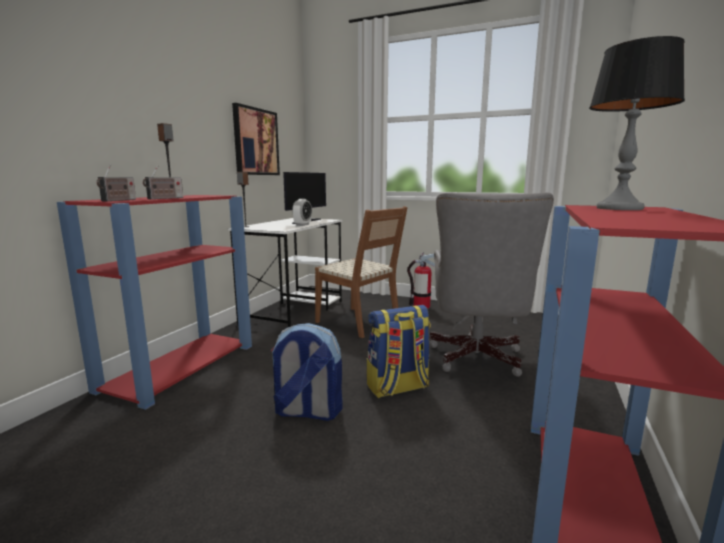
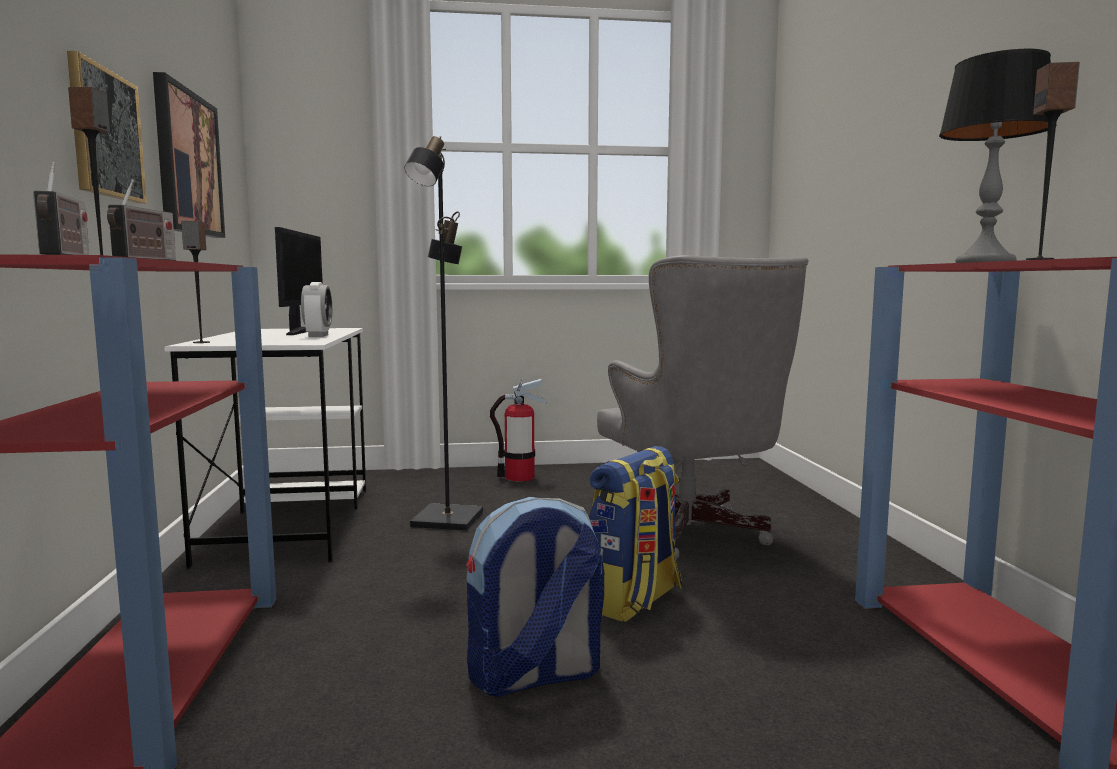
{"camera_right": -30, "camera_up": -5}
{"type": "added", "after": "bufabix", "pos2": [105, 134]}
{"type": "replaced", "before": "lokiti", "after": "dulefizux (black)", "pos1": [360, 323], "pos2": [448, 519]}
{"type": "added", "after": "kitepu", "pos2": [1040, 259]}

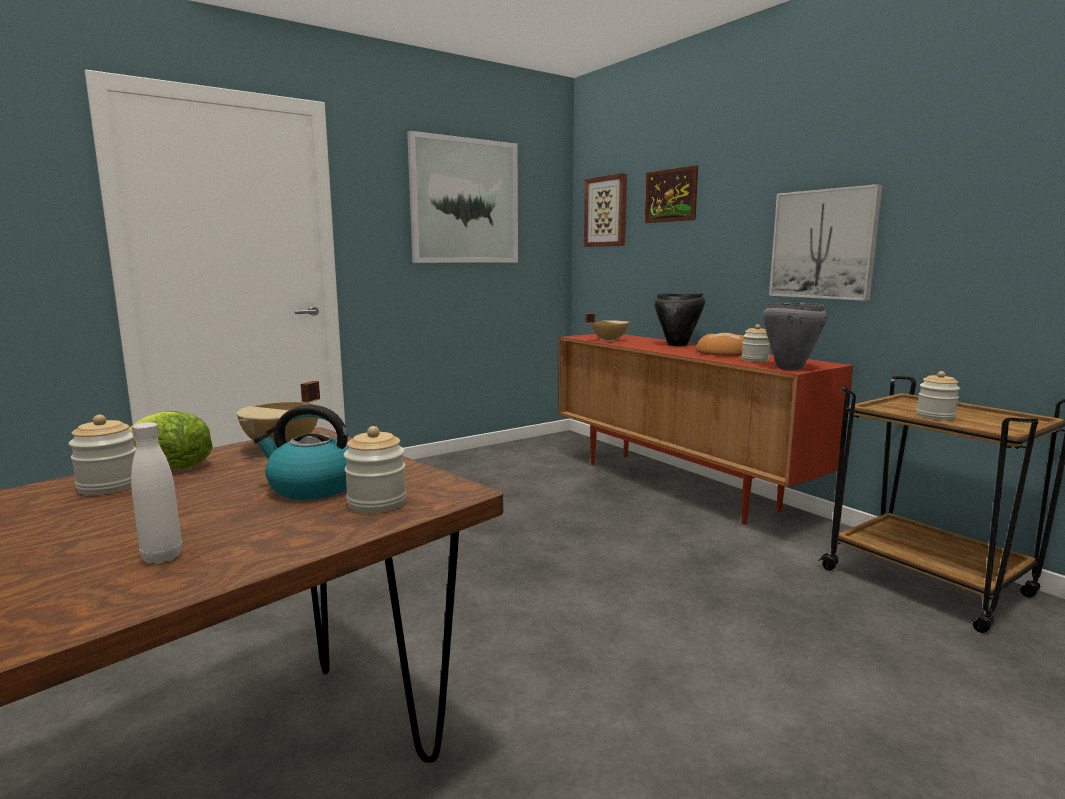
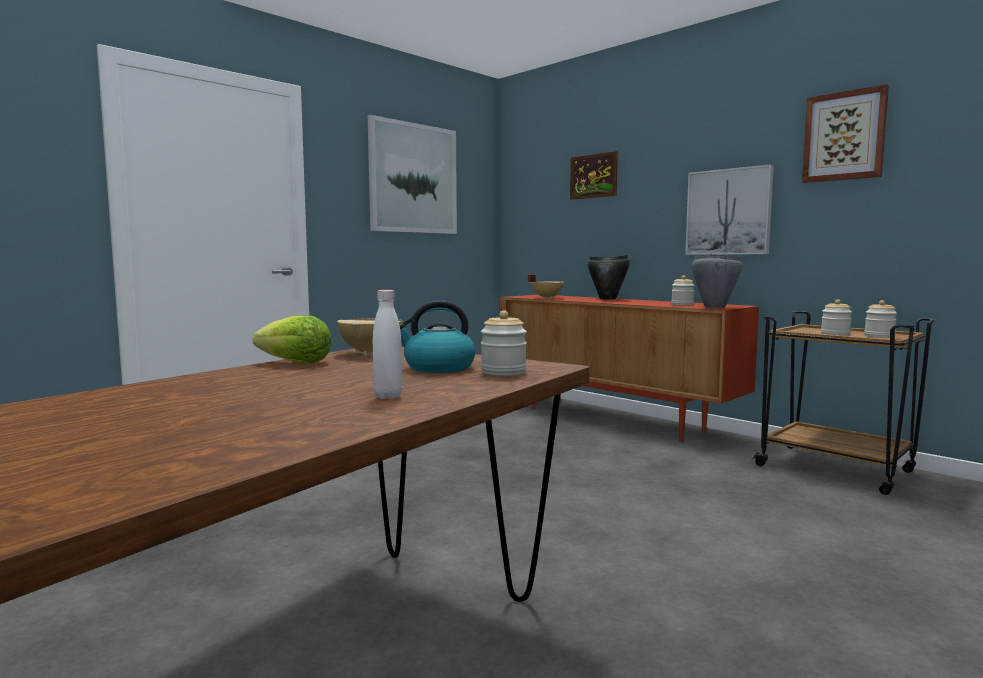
{"camera_right": -10, "camera_up": -5}
{"type": "moved", "before": "bufabix", "pos1": [606, 211], "pos2": [844, 136]}
{"type": "moved", "before": "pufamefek", "pos1": [109, 486], "pos2": [879, 336]}
{"type": "removed", "before": "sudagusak", "pos1": [723, 352]}

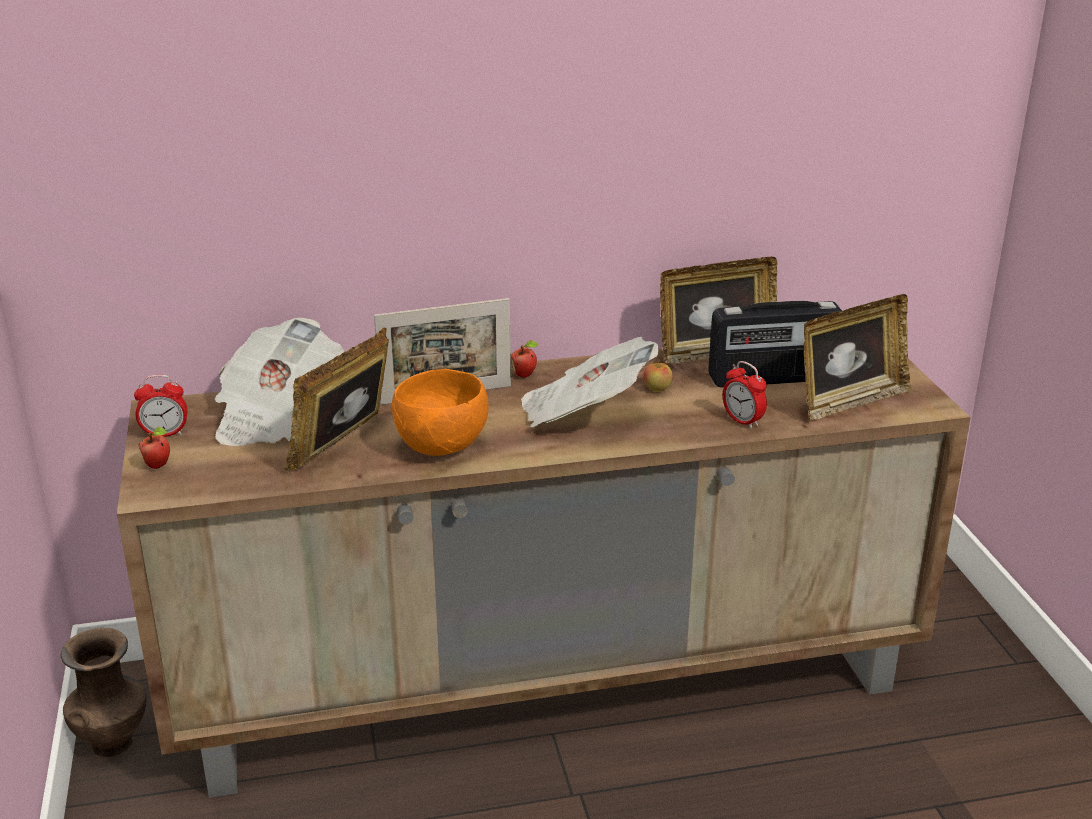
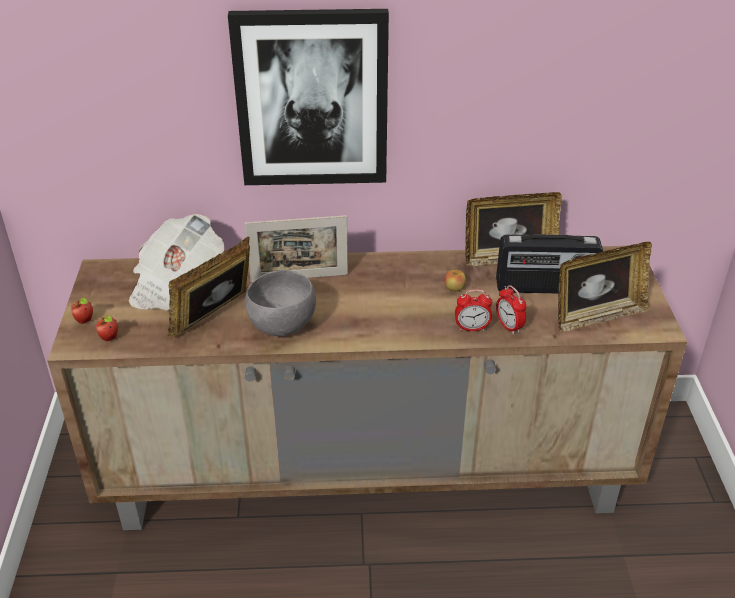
{"camera_right": 10, "camera_up": 10}
{"type": "moved", "before": "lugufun", "pos1": [525, 375], "pos2": [110, 338]}
{"type": "added", "after": "bufabix", "pos2": [312, 99]}
{"type": "recoloured", "before": "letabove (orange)", "after": "letabove (grey)", "pos1": [443, 447], "pos2": [283, 326]}
{"type": "moved", "before": "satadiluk", "pos1": [165, 434], "pos2": [471, 328]}
{"type": "removed", "before": "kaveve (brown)", "pos1": [113, 742]}
{"type": "removed", "before": "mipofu", "pos1": [584, 414]}

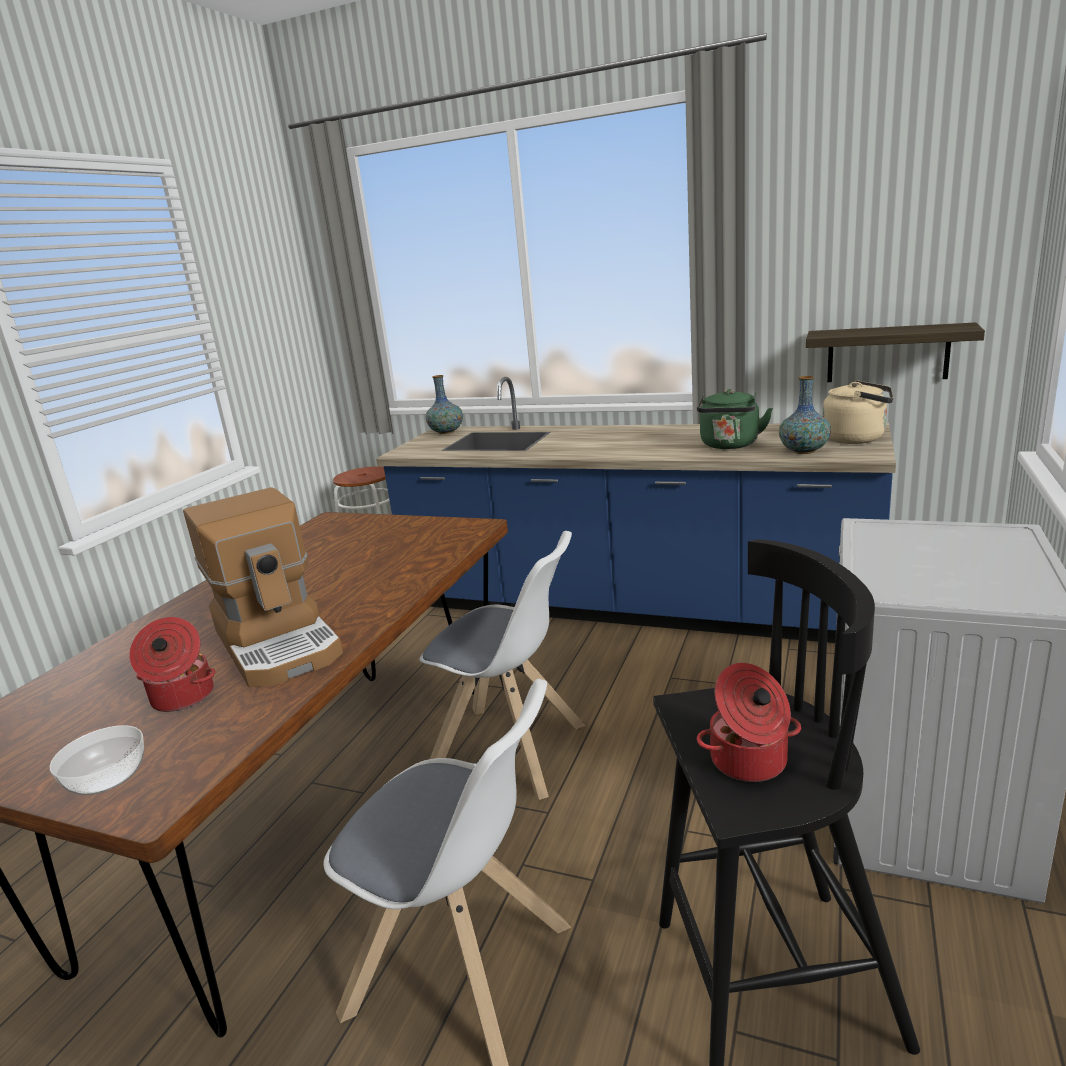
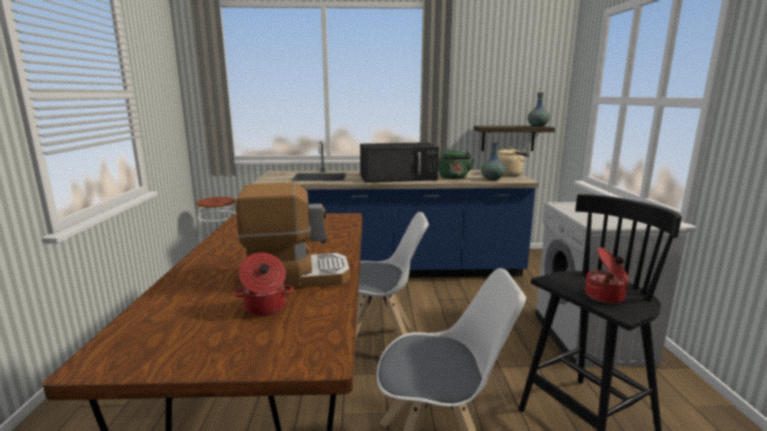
{"camera_right": -25, "camera_up": -5}
{"type": "turned", "before": "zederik", "pos1": [280, 642], "pos2": [296, 275], "turn": -45}
{"type": "added", "after": "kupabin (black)", "pos2": [399, 177]}
{"type": "moved", "before": "kaveve", "pos1": [446, 432], "pos2": [537, 126]}
{"type": "removed", "before": "letabove", "pos1": [108, 776]}

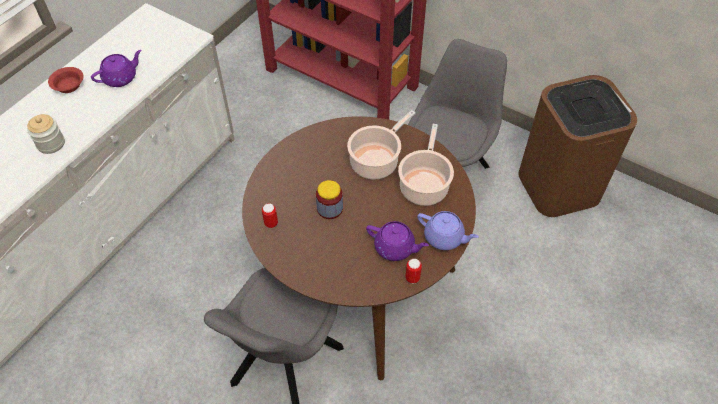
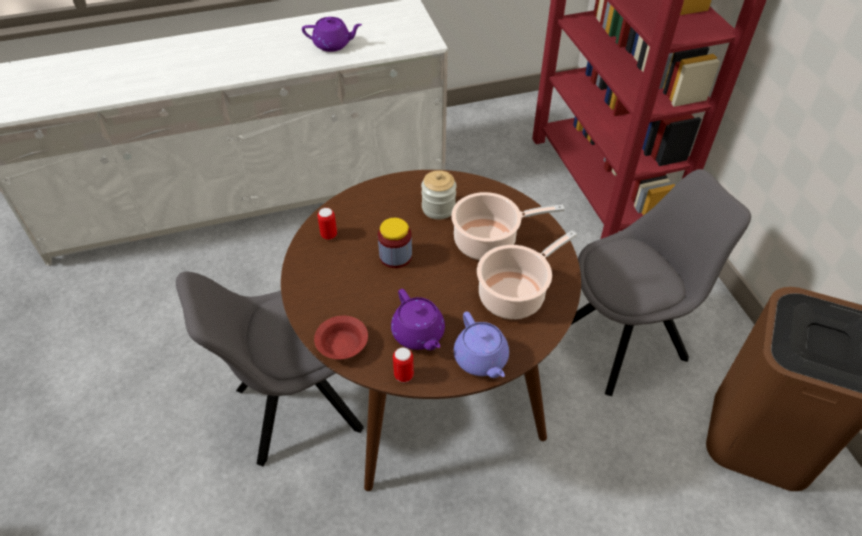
{"camera_right": 40, "camera_up": -5}
{"type": "moved", "before": "letabove (red)", "pos1": [69, 85], "pos2": [343, 346]}
{"type": "moved", "before": "pufamefek", "pos1": [51, 144], "pos2": [438, 208]}

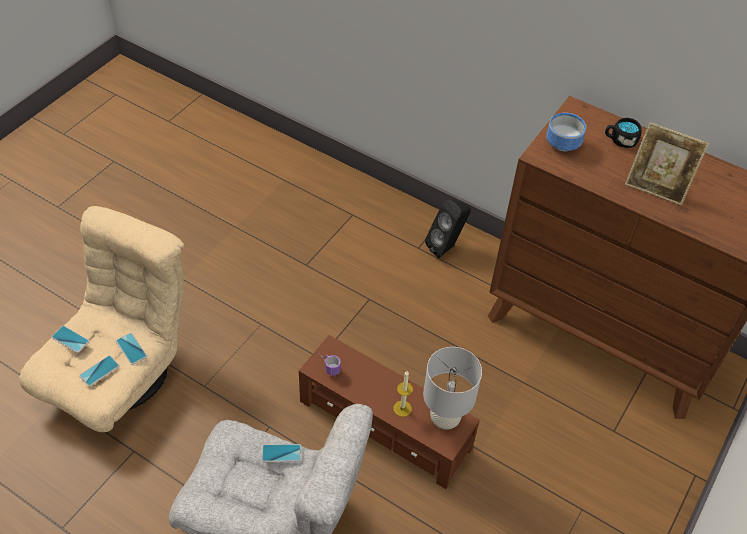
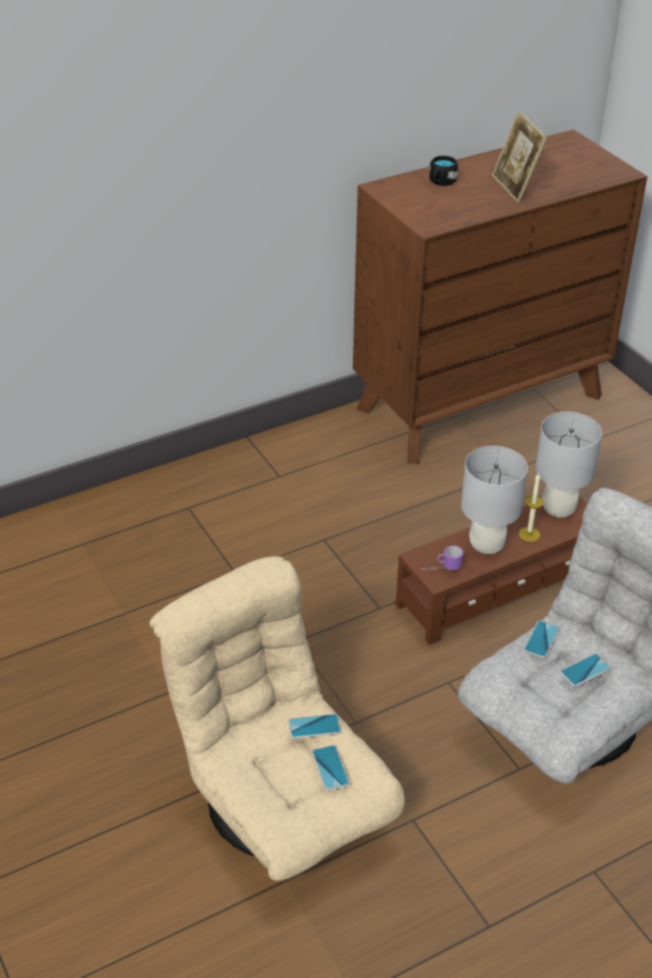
{"camera_right": -60, "camera_up": -10}
{"type": "added", "after": "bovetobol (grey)", "pos2": [487, 547]}
{"type": "turned", "before": "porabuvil", "pos1": [656, 188], "pos2": [515, 188], "turn": 105}
{"type": "moved", "before": "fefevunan", "pos1": [70, 339], "pos2": [585, 670]}
{"type": "removed", "before": "kitepu (black)", "pos1": [446, 247]}
{"type": "removed", "before": "letabove", "pos1": [564, 144]}

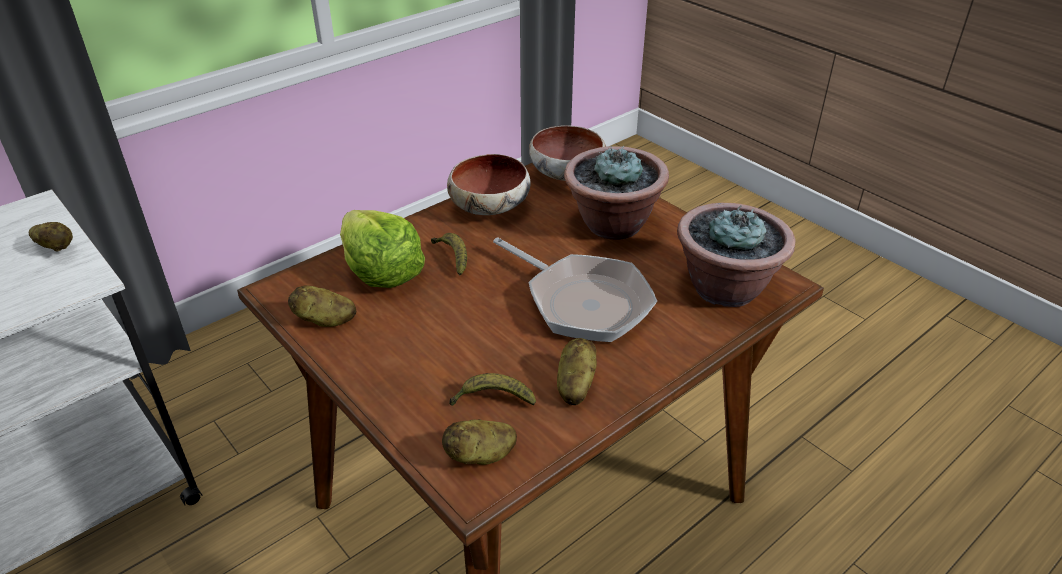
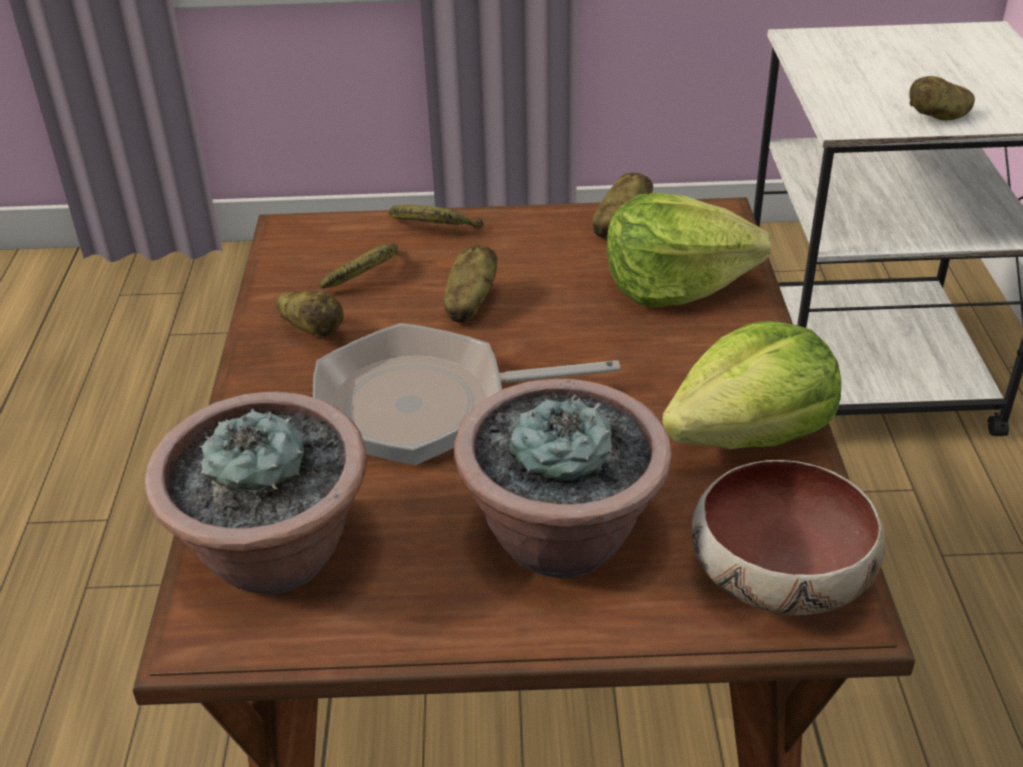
{"camera_right": 130, "camera_up": 0}
{"type": "moved", "before": "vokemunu", "pos1": [453, 258], "pos2": [434, 229]}
{"type": "moved", "before": "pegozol", "pos1": [481, 456], "pos2": [469, 304]}
{"type": "replaced", "before": "letabove", "after": "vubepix", "pos1": [489, 206], "pos2": [751, 434]}

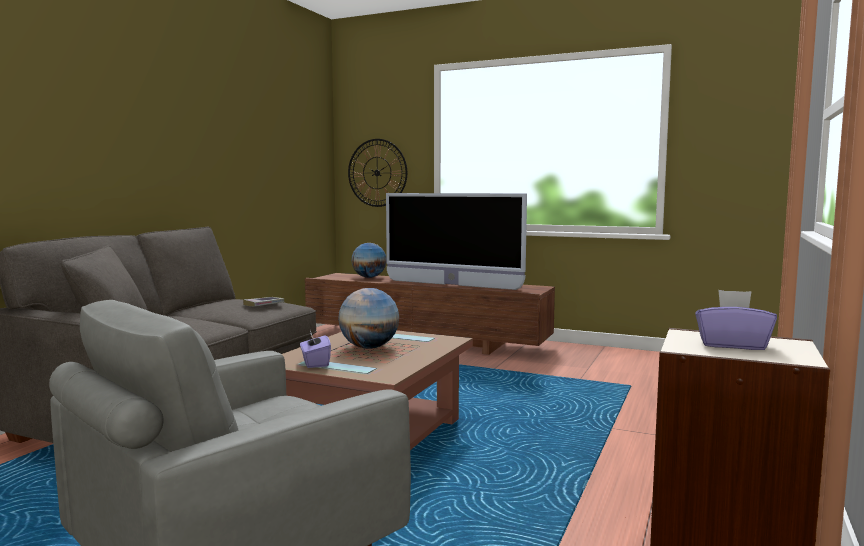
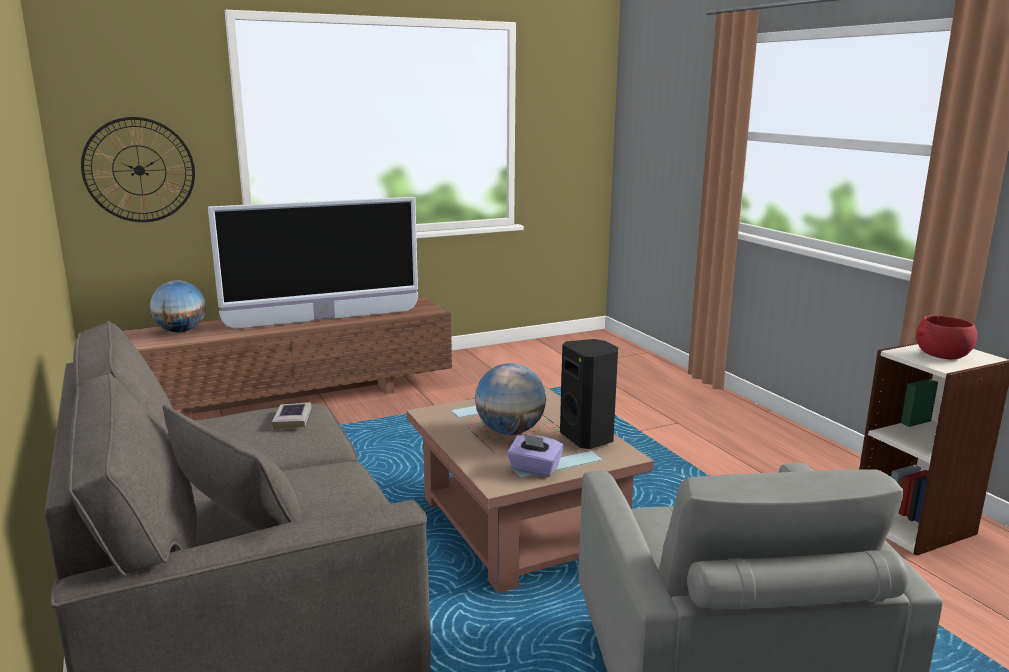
{"camera_right": -50, "camera_up": 10}
{"type": "added", "after": "kitepu (black)", "pos2": [588, 438]}
{"type": "replaced", "before": "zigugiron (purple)", "after": "letabove (red)", "pos1": [732, 344], "pos2": [942, 355]}

